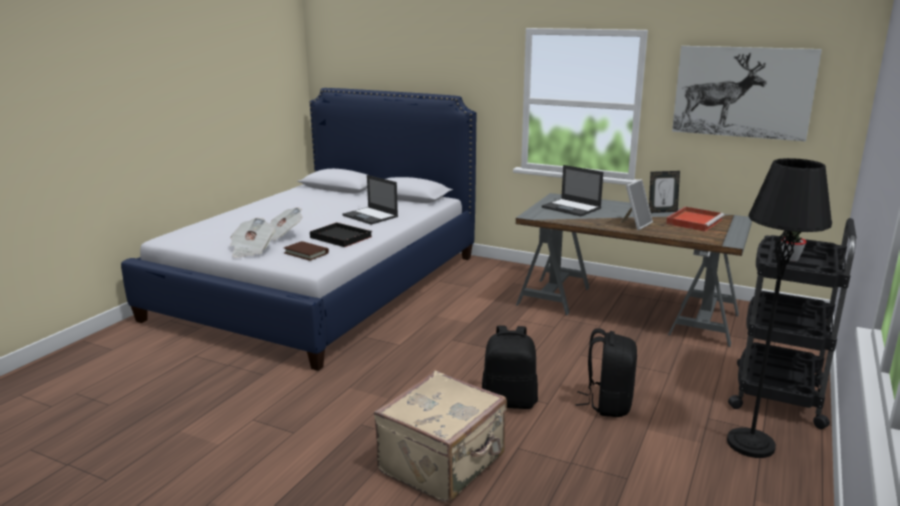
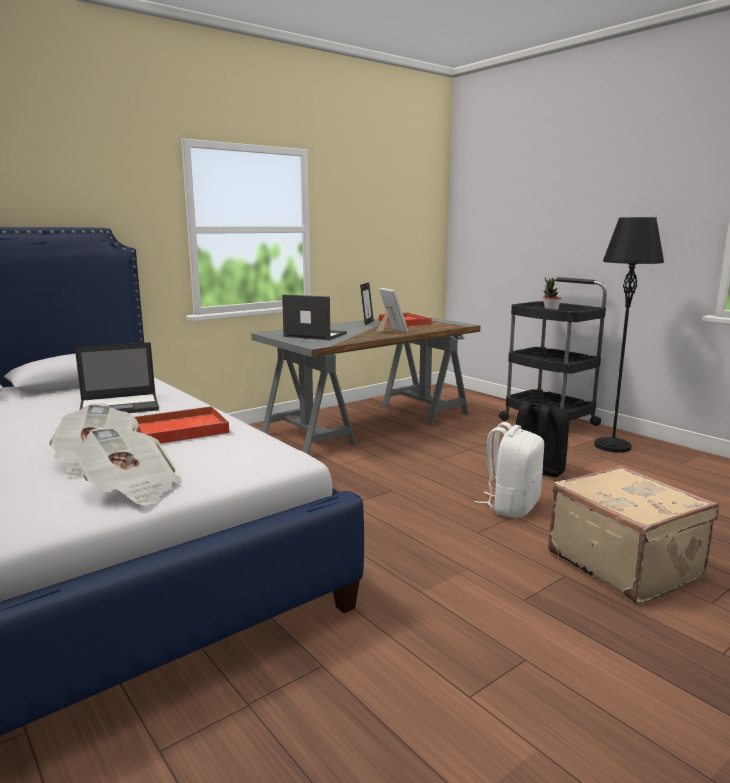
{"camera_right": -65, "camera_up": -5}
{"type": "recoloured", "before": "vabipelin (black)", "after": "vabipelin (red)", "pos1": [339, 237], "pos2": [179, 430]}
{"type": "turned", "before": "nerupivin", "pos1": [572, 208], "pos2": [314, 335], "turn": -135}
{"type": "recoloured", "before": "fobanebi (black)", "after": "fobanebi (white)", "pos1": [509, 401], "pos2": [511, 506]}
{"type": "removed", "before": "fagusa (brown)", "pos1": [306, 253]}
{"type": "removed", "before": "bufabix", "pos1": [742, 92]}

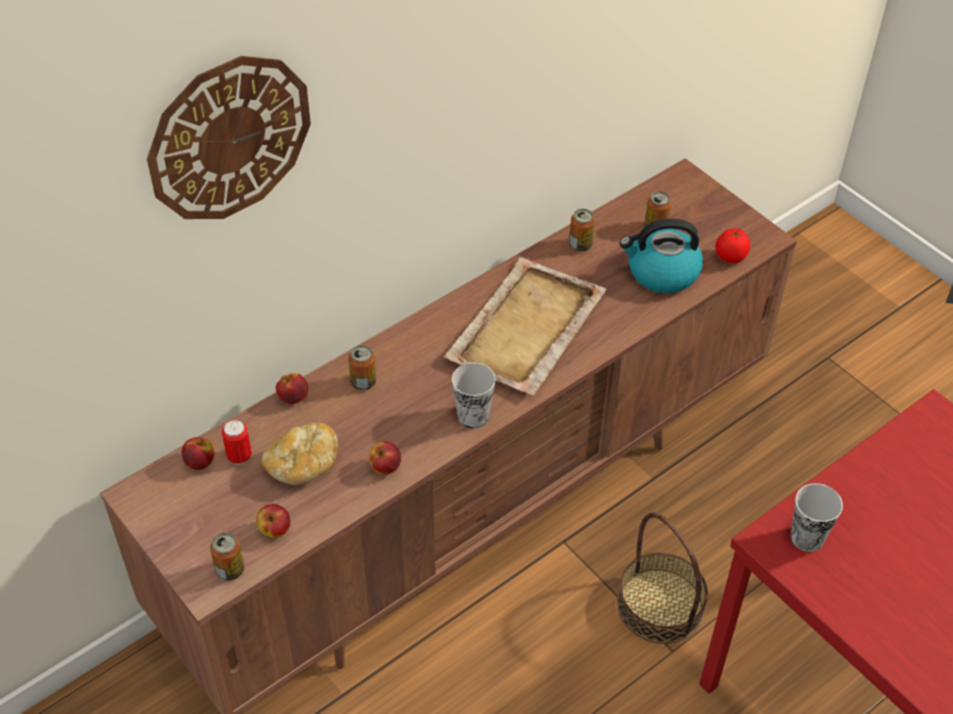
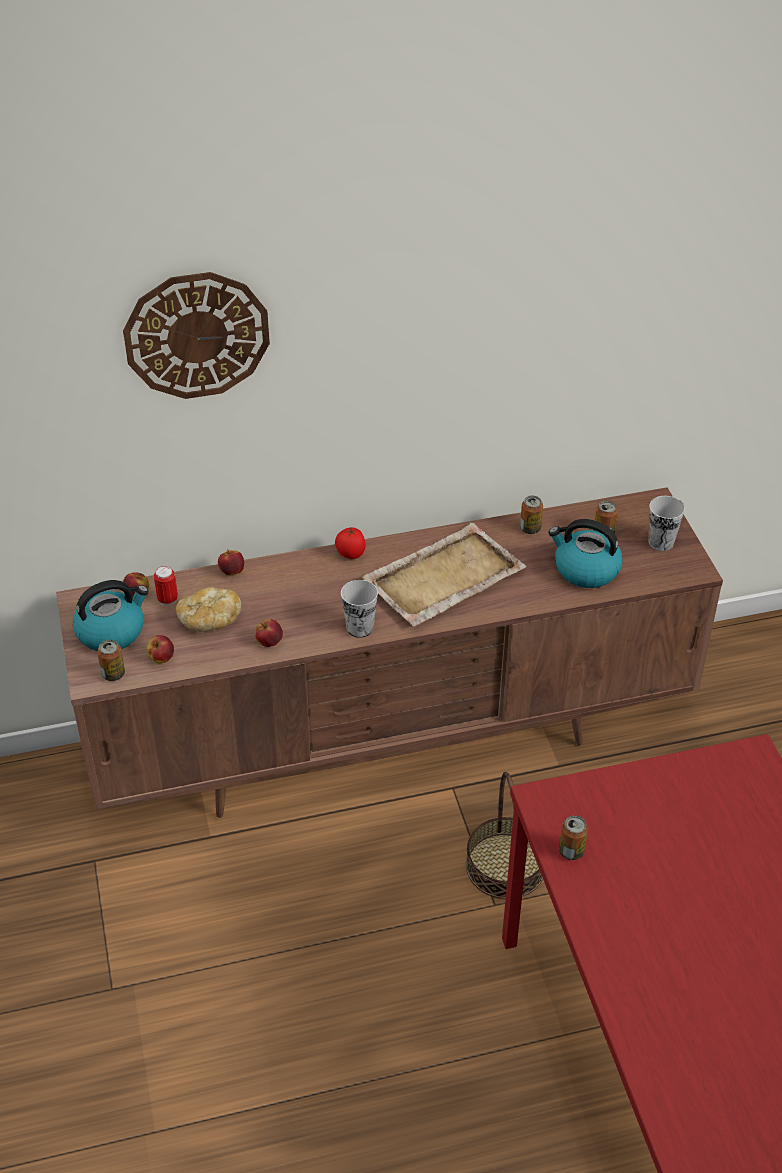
{"camera_right": 25, "camera_up": -5}
{"type": "added", "after": "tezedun", "pos2": [111, 631]}
{"type": "moved", "before": "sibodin", "pos1": [730, 258], "pos2": [350, 554]}
{"type": "moved", "before": "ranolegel", "pos1": [363, 382], "pos2": [571, 851]}
{"type": "moved", "before": "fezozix", "pos1": [807, 537], "pos2": [661, 542]}

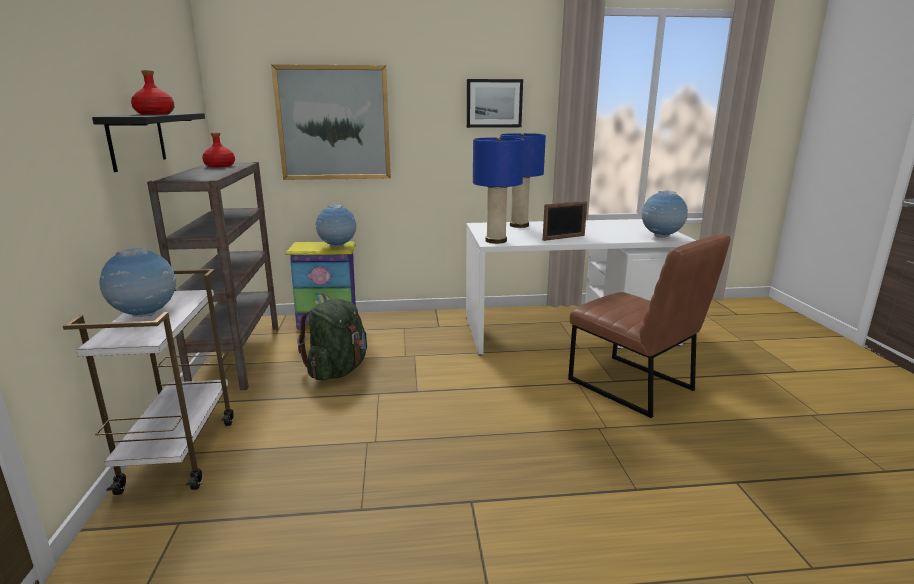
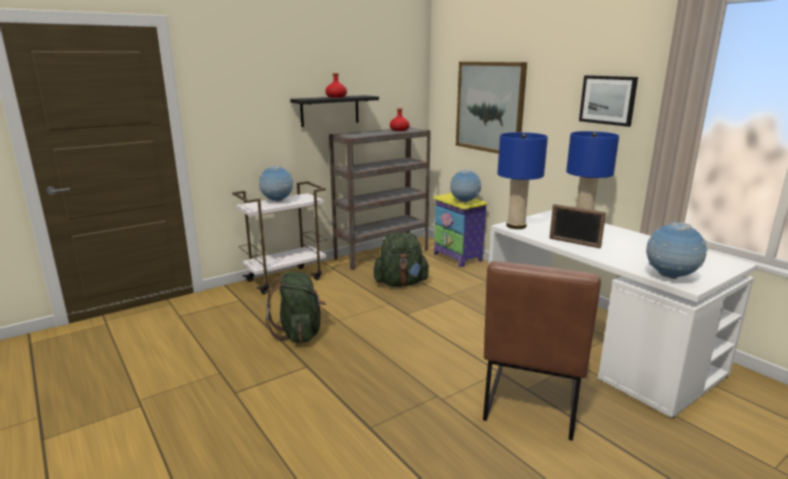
{"camera_right": 60, "camera_up": 0}
{"type": "added", "after": "fobanebi (green)", "pos2": [299, 333]}

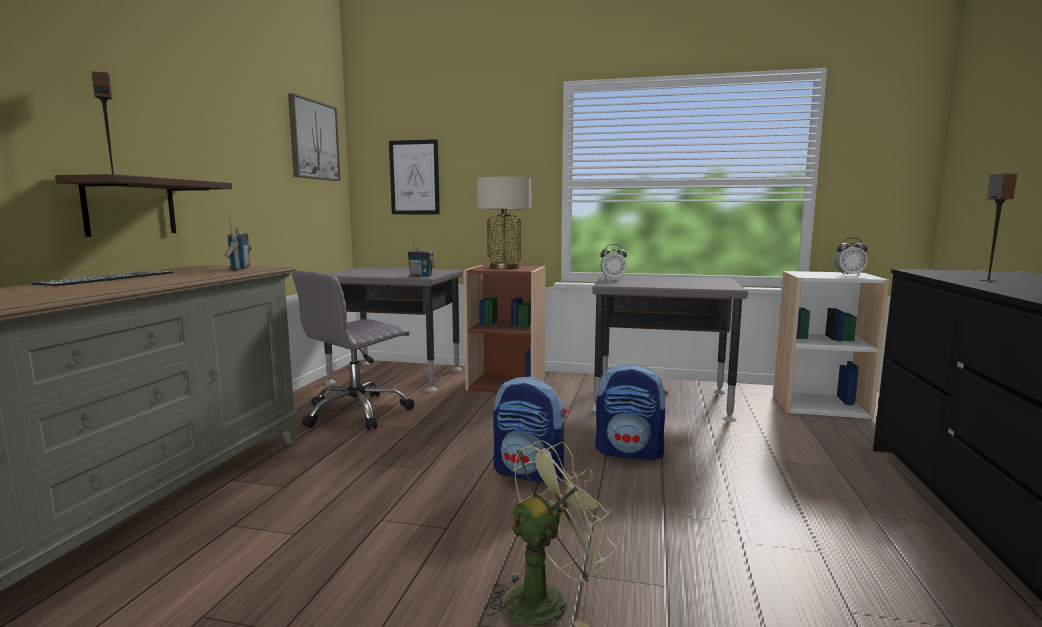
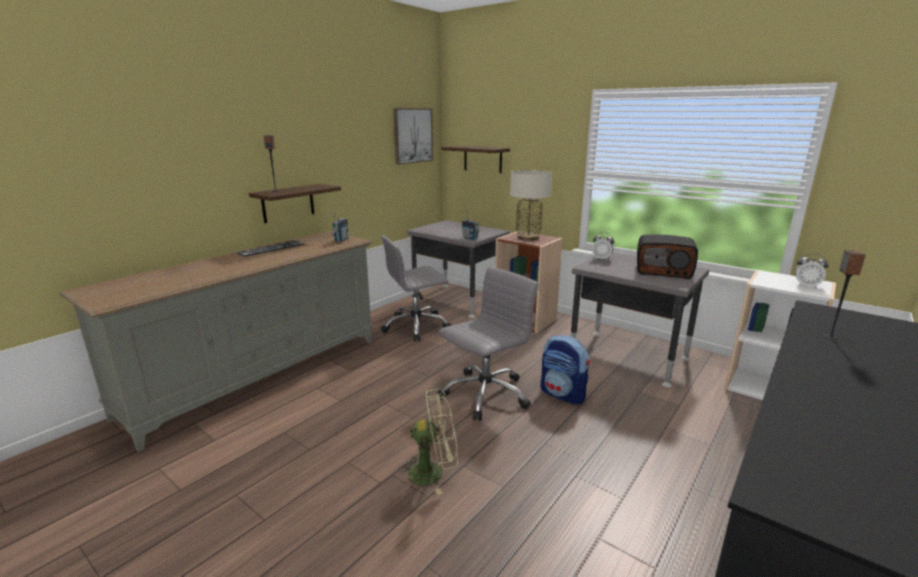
{"camera_right": 25, "camera_up": 10}
{"type": "replaced", "before": "fobanebi", "after": "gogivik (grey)", "pos1": [530, 473], "pos2": [485, 394]}
{"type": "replaced", "before": "bufabix", "after": "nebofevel", "pos1": [414, 177], "pos2": [482, 159]}
{"type": "added", "after": "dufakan", "pos2": [663, 271]}

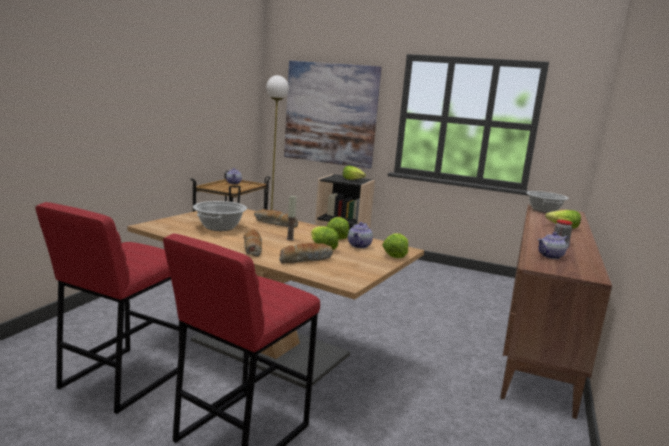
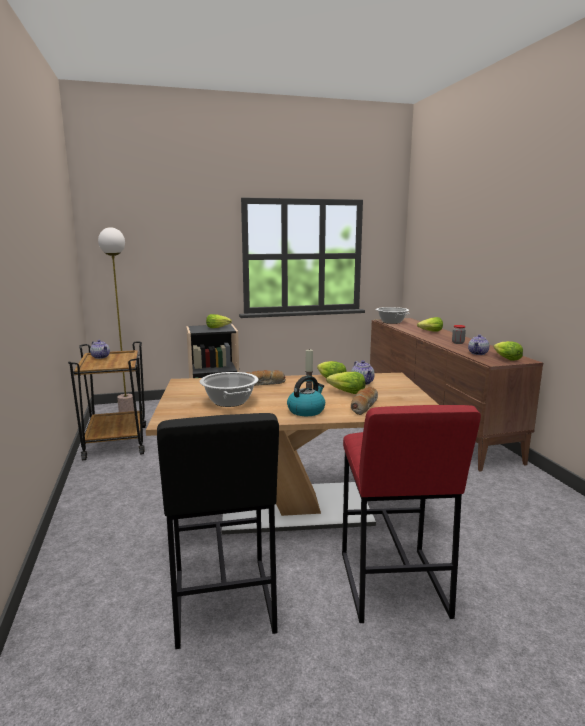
{"camera_right": -35, "camera_up": 0}
{"type": "recoloured", "before": "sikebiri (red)", "after": "sikebiri (black)", "pos1": [120, 380], "pos2": [223, 603]}
{"type": "replaced", "before": "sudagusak", "after": "tezedun", "pos1": [252, 248], "pos2": [306, 411]}
{"type": "moved", "before": "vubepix", "pos1": [395, 254], "pos2": [506, 358]}
{"type": "removed", "before": "bufabix", "pos1": [330, 114]}

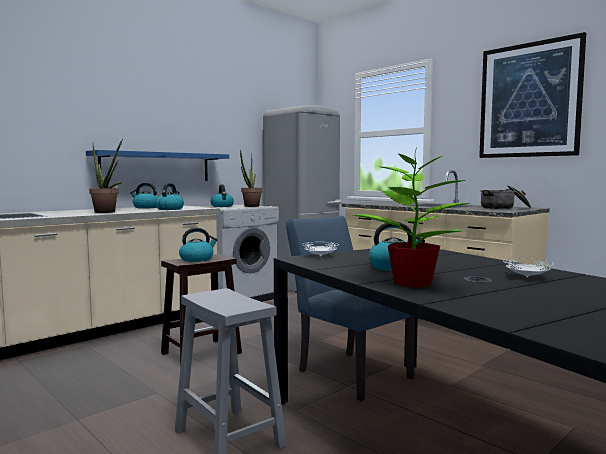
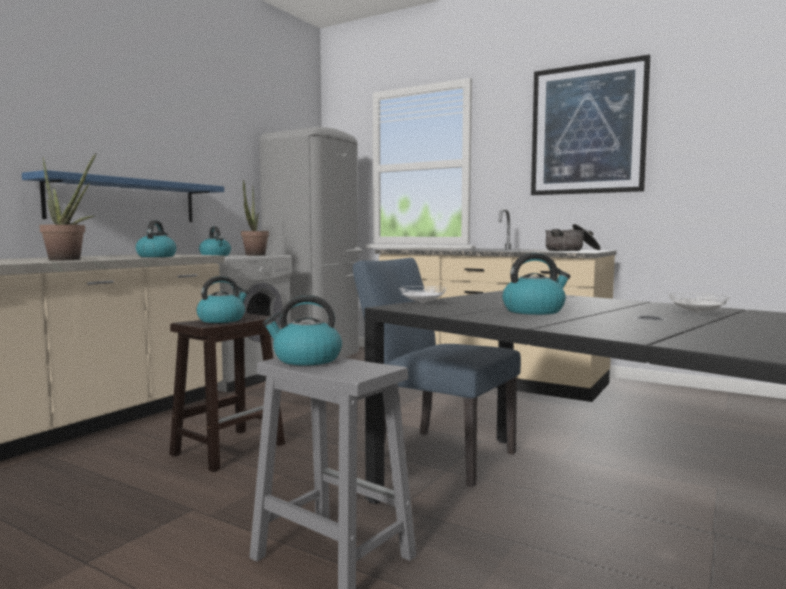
{"camera_right": -15, "camera_up": 0}
{"type": "moved", "before": "tezedun", "pos1": [146, 207], "pos2": [306, 359]}
{"type": "removed", "before": "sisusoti", "pos1": [414, 283]}

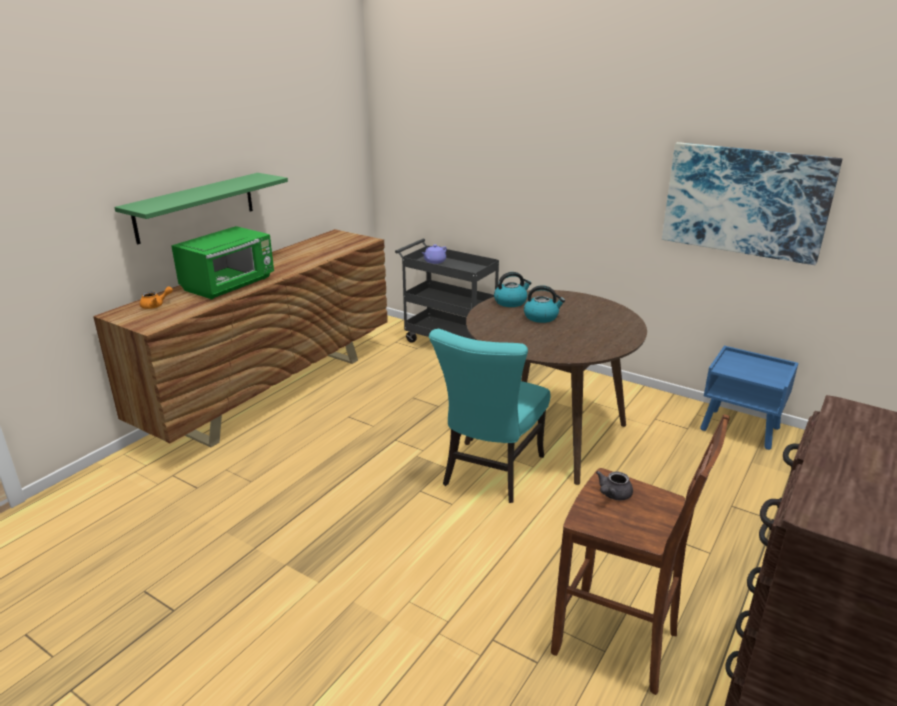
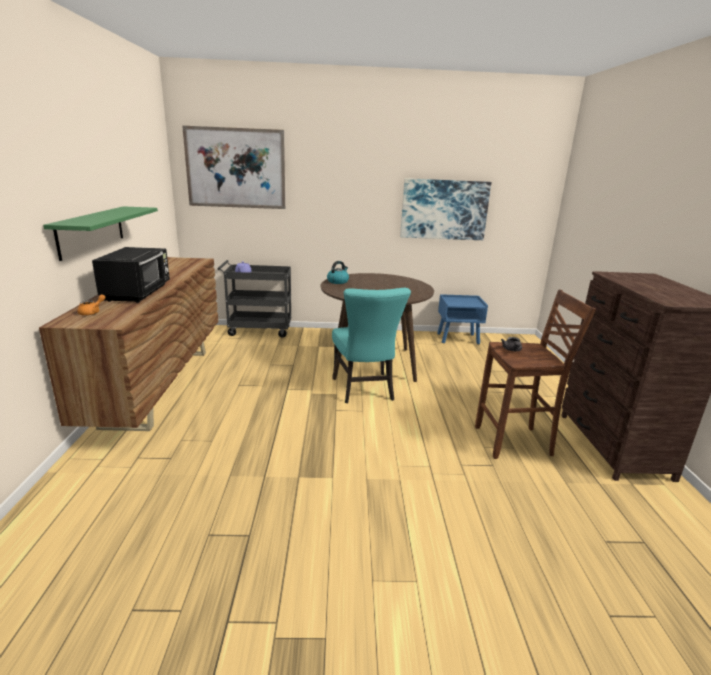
{"camera_right": -35, "camera_up": -5}
{"type": "recoloured", "before": "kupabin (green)", "after": "kupabin (black)", "pos1": [230, 285], "pos2": [138, 293]}
{"type": "added", "after": "bufabix", "pos2": [235, 168]}
{"type": "removed", "before": "tezedun", "pos1": [541, 317]}

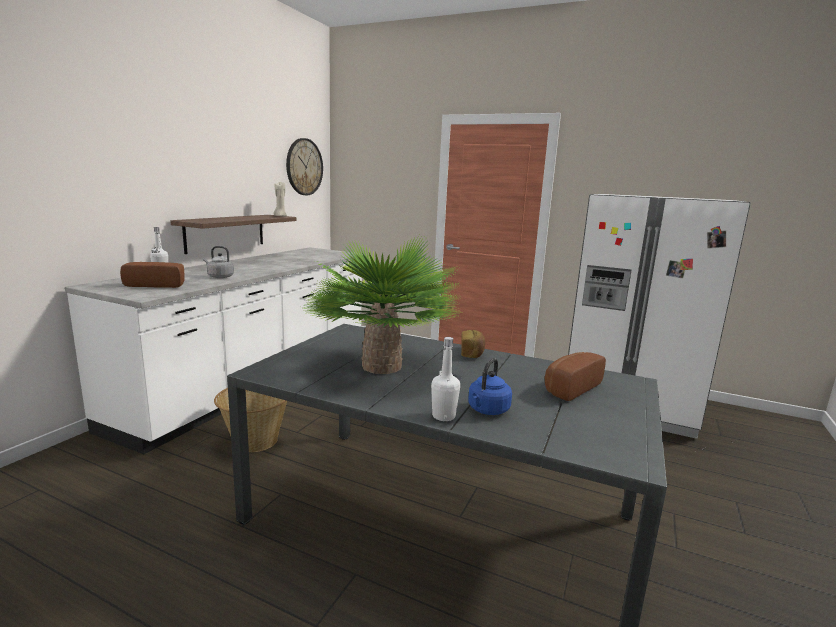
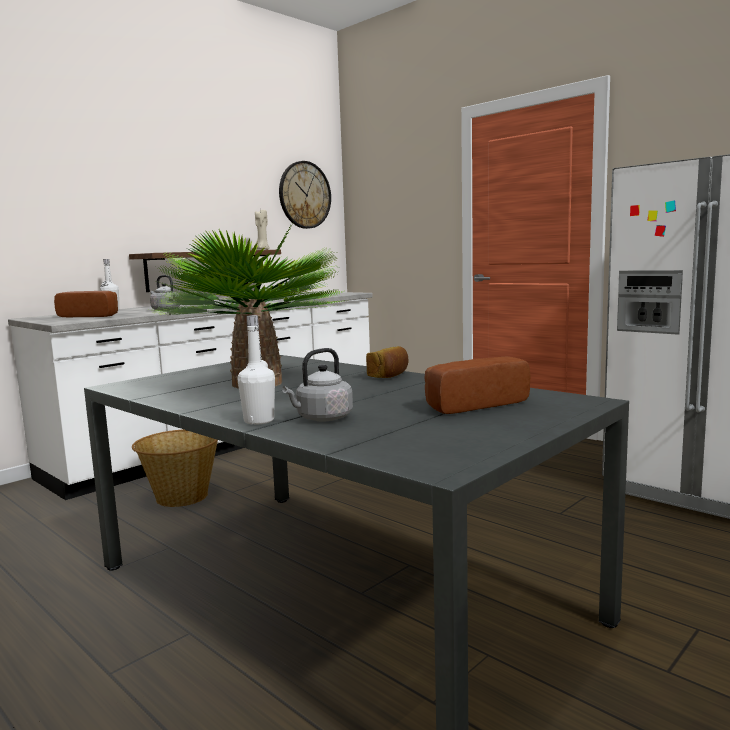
{"camera_right": 20, "camera_up": -5}
{"type": "recoloured", "before": "tezedun (blue)", "after": "tezedun (grey)", "pos1": [487, 410], "pos2": [322, 418]}

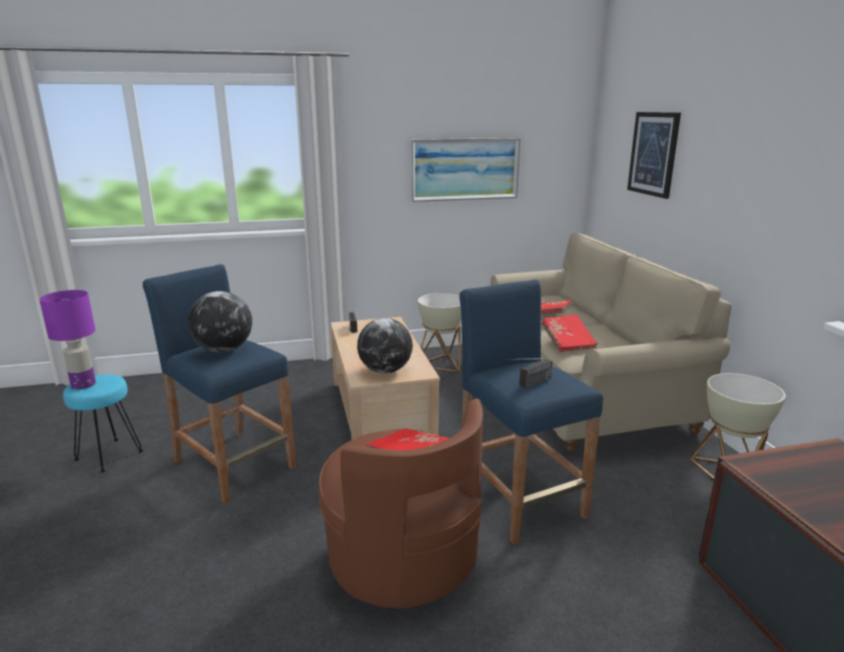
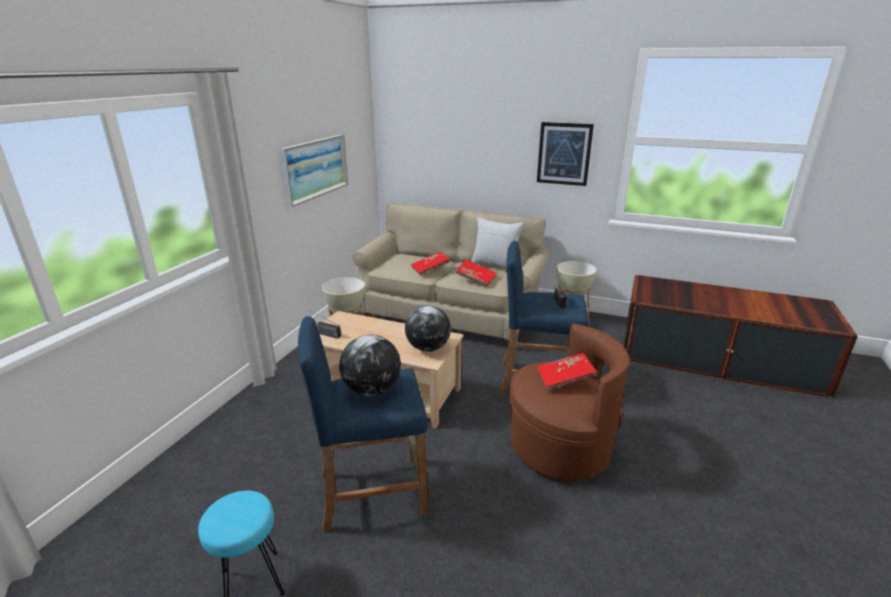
{"camera_right": -55, "camera_up": 5}
{"type": "added", "after": "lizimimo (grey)", "pos2": [495, 266]}
{"type": "moved", "before": "bufabix", "pos1": [653, 154], "pos2": [564, 154]}
{"type": "removed", "before": "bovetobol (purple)", "pos1": [84, 384]}

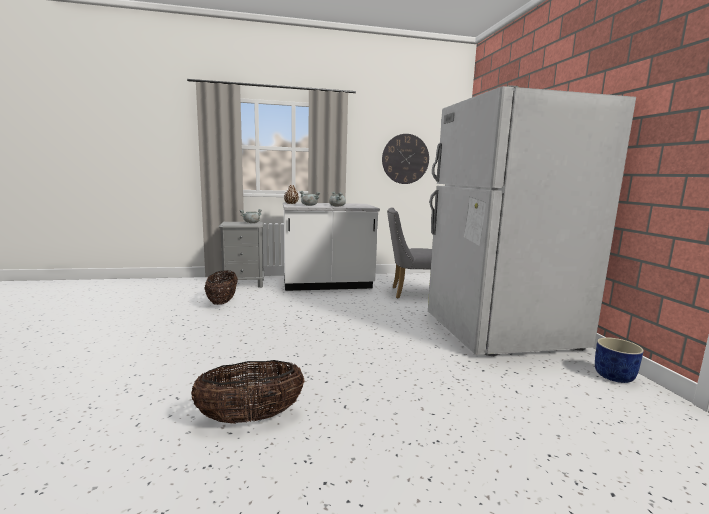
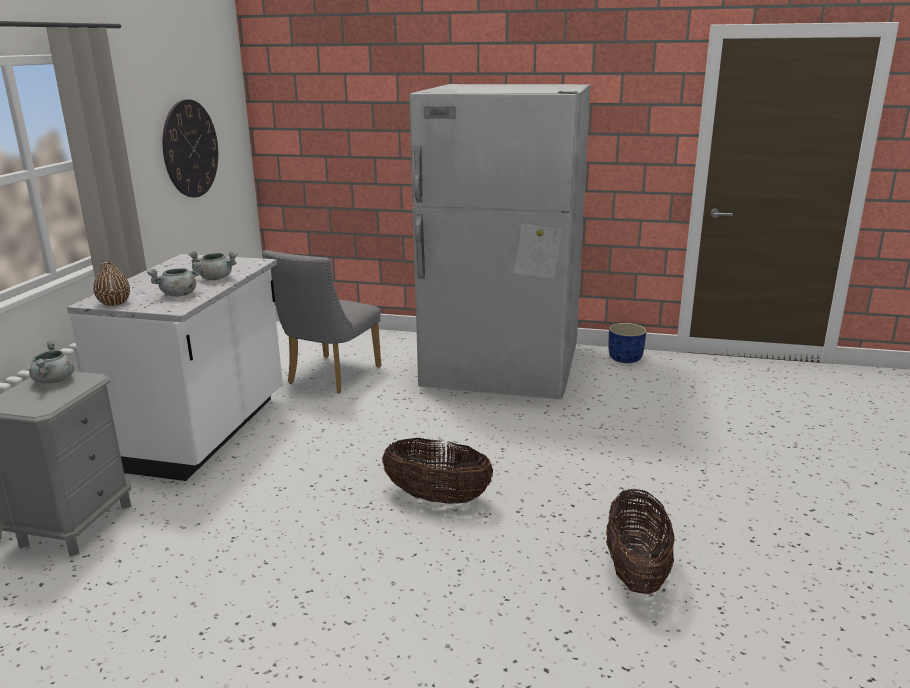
{"camera_right": -65, "camera_up": 10}
{"type": "moved", "before": "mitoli", "pos1": [222, 302], "pos2": [437, 498]}

